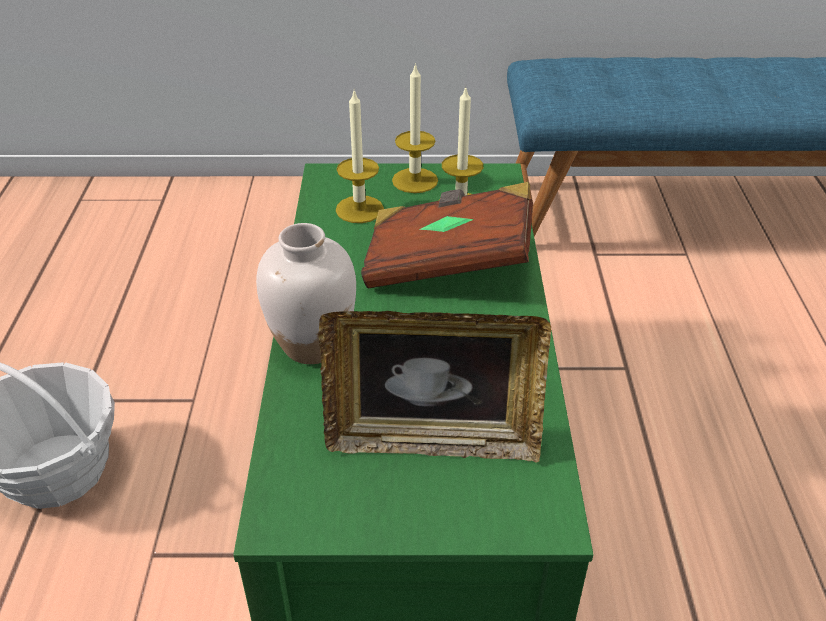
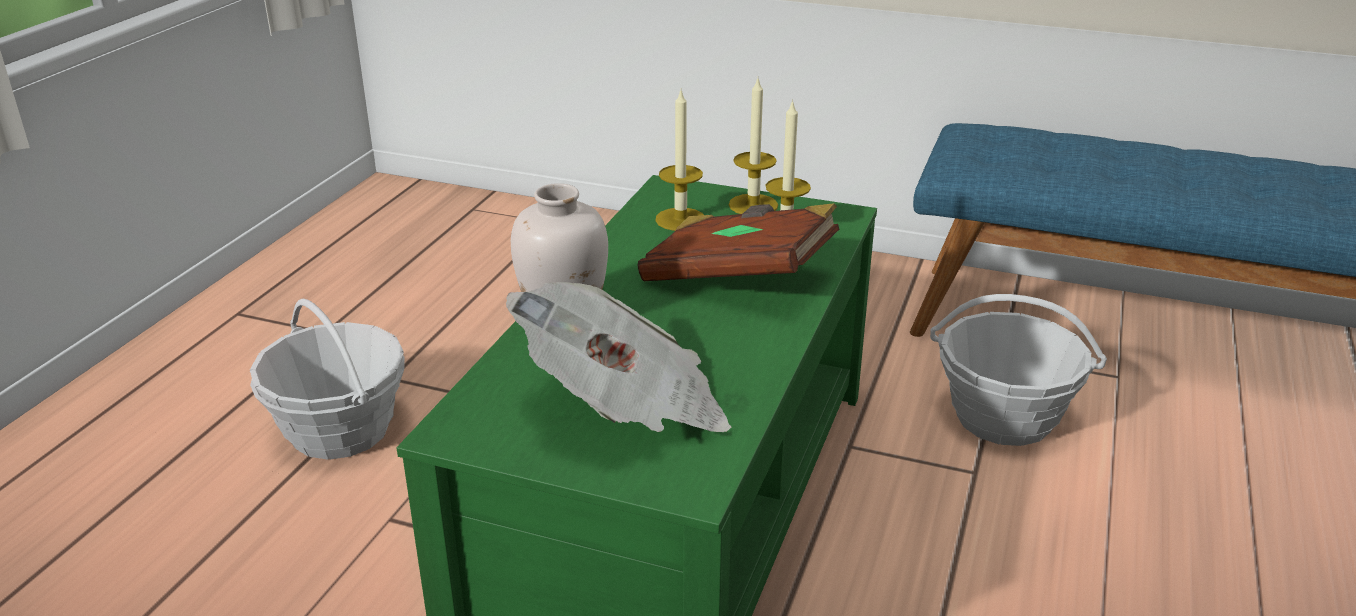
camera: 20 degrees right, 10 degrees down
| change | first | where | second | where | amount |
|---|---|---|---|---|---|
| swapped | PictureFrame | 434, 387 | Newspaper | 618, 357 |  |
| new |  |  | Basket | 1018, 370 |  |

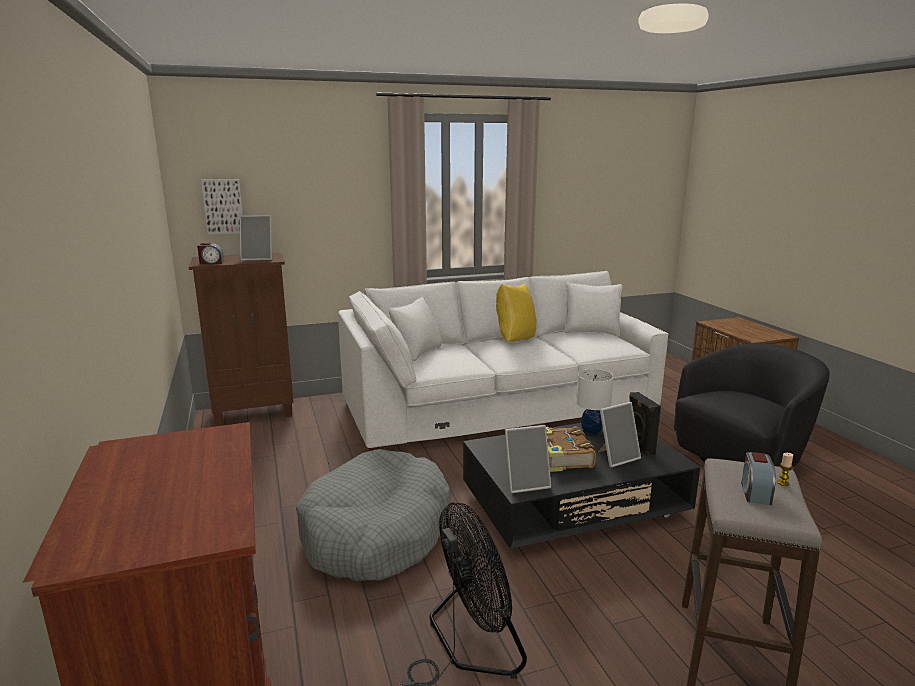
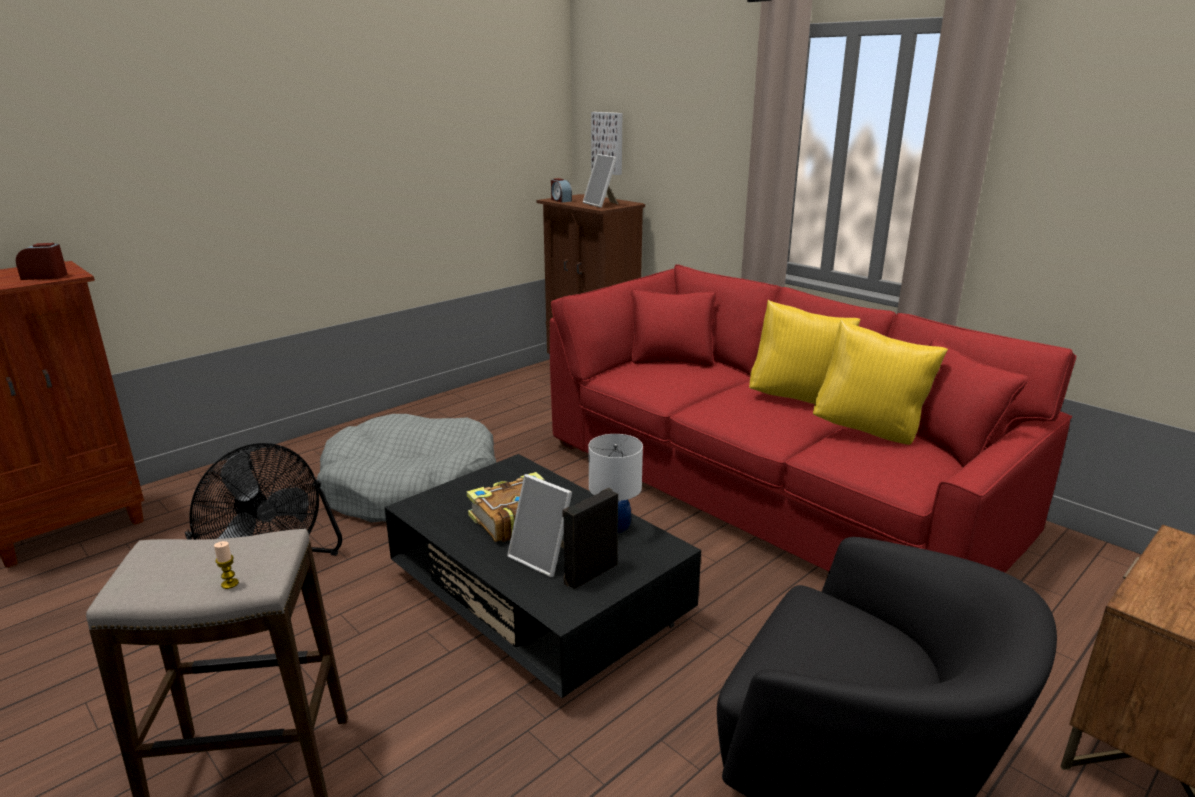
camera: 65 degrees right, 5 degrees up
| change | first | where | second | where | amount |
|---|---|---|---|---|---|
| repainted | WhiteSofa | 503, 361 | RedSofa | 813, 418 |  |
| gone | PictureFrame | 528, 459 |  |  |  |
| shifted | AlarmClock | 758, 478 |  | 41, 261 |  |
| new |  |  | YellowPillow | 880, 382 |  |

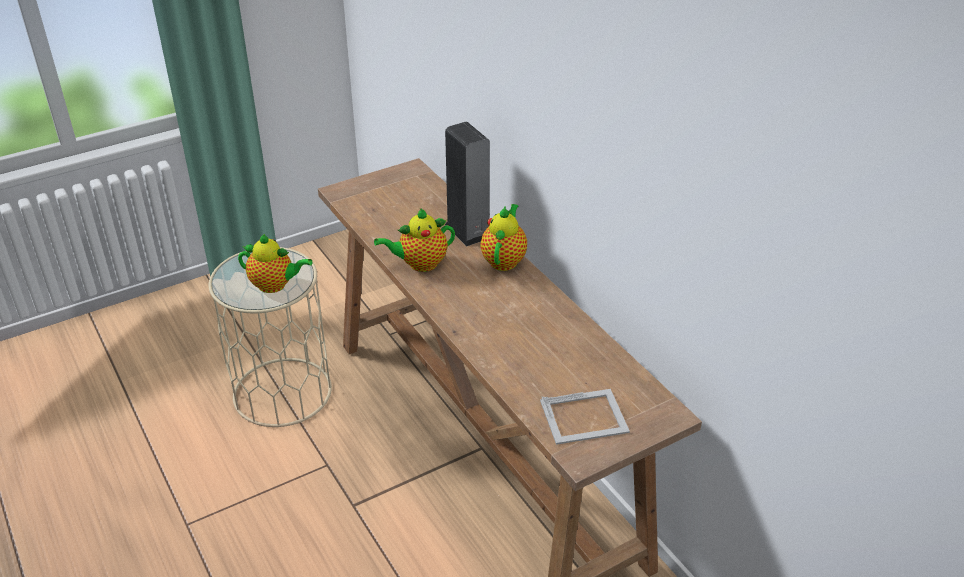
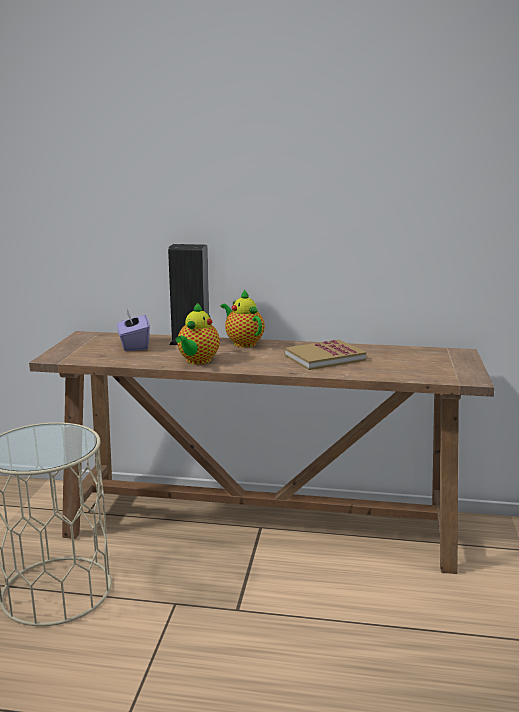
camera: 50 degrees left, 20 degrees down
| change | first | where | second | where | amount |
|---|---|---|---|---|---|
| gone | Teapot | 275, 263 |  |  |  |
| gone | PictureFrame | 585, 417 |  |  |  |
| new |  |  | PurpleTissueBox | 133, 330 |  |
| new |  |  | Book | 325, 355 |  |

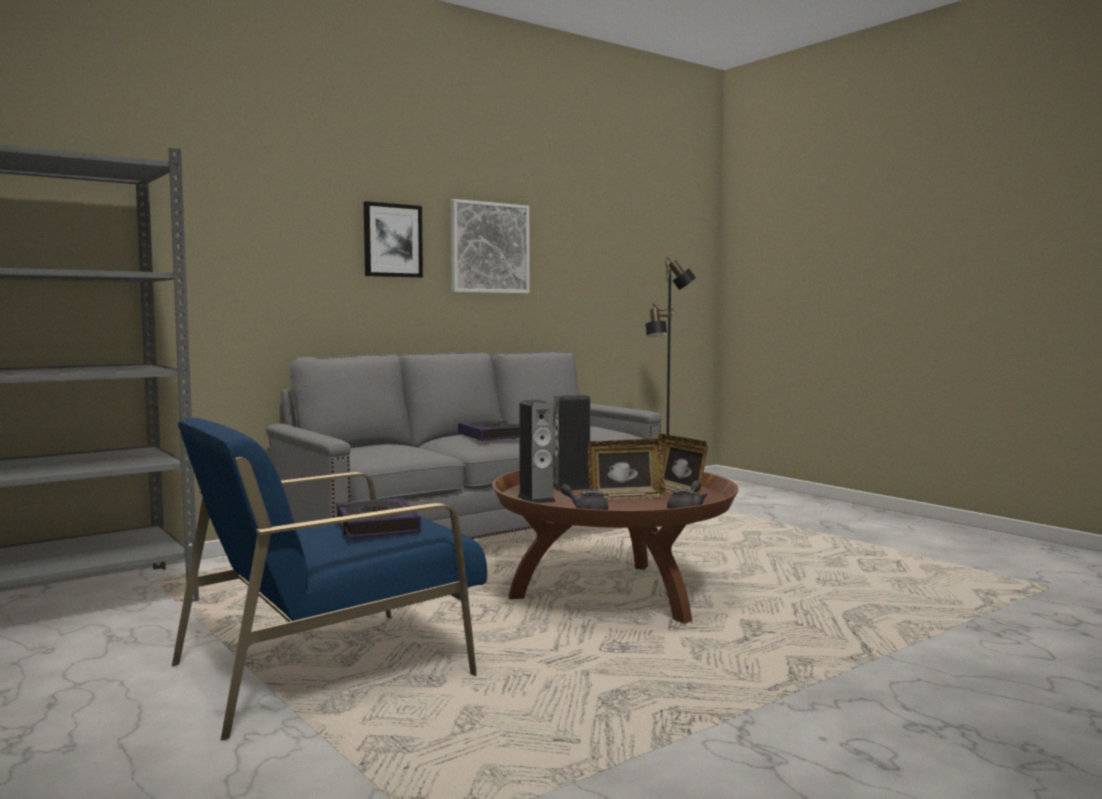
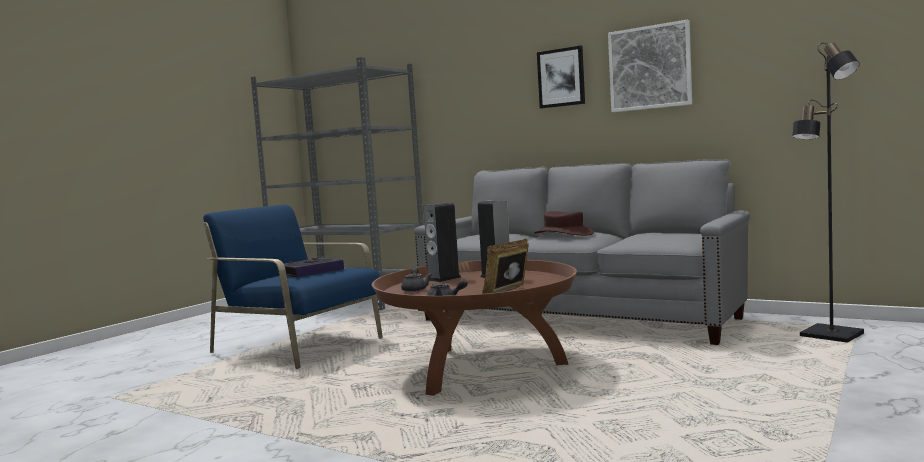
camera: 70 degrees right, 0 degrees up
| change | first | where | second | where | amount |
|---|---|---|---|---|---|
| swapped | Book | 488, 430 | BrownHat | 564, 223 |  |
| gone | PictureFrame | 627, 469 |  |  |  |

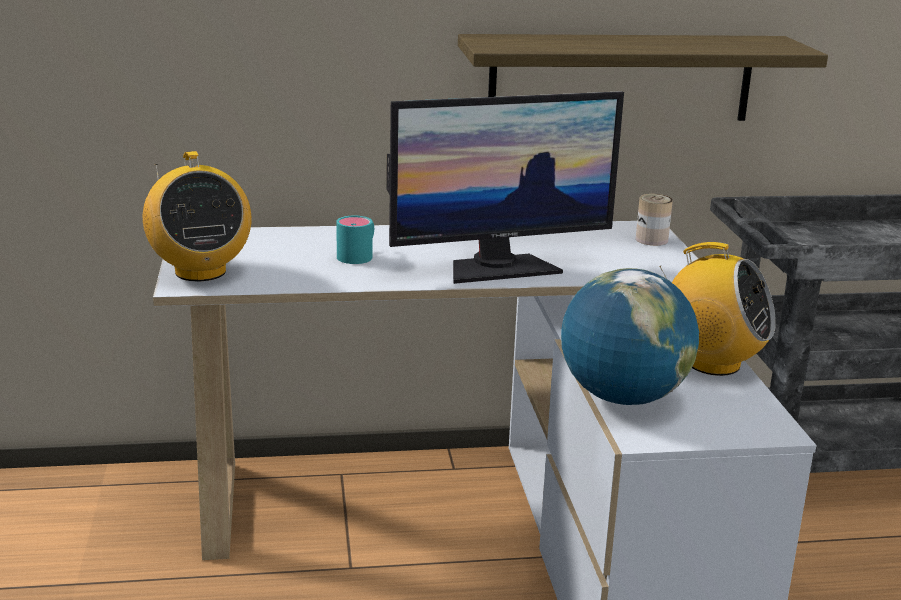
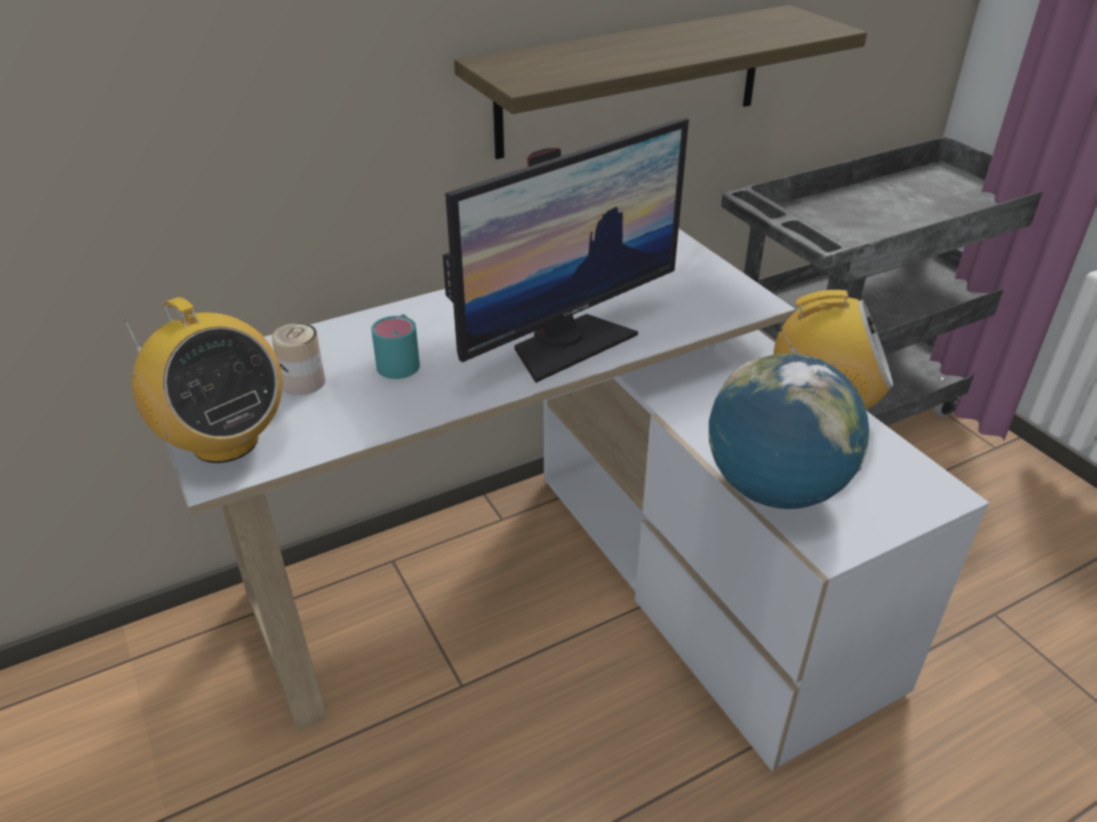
camera: 20 degrees left, 15 degrees up
| change | first | where | second | where | amount |
|---|---|---|---|---|---|
| shifted | Can | 654, 220 |  | 298, 359 |  |

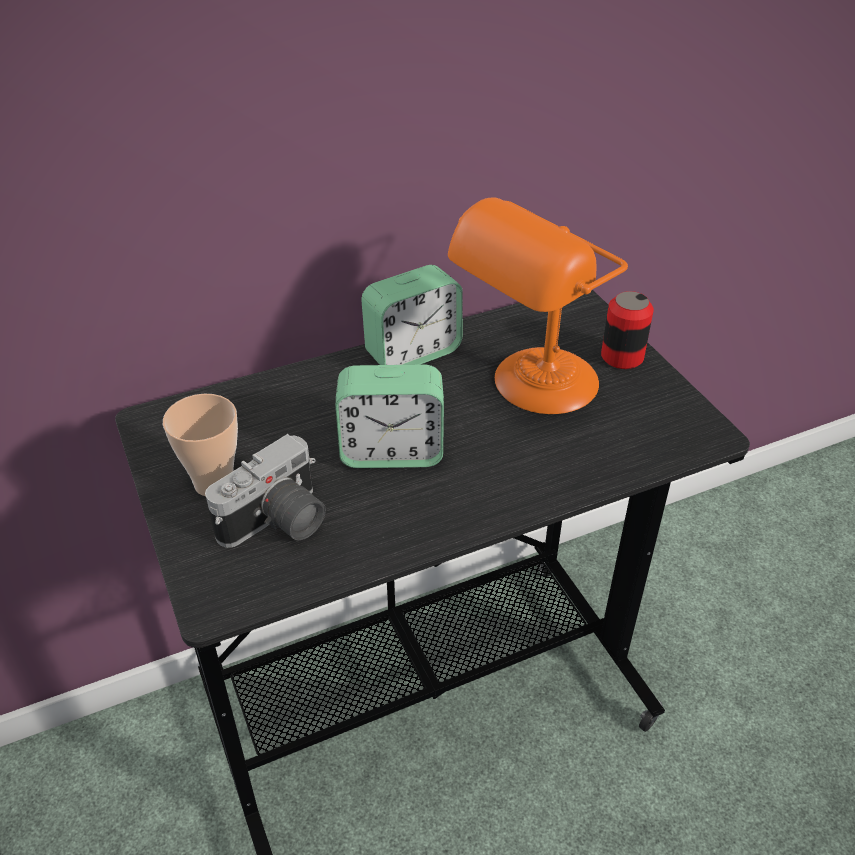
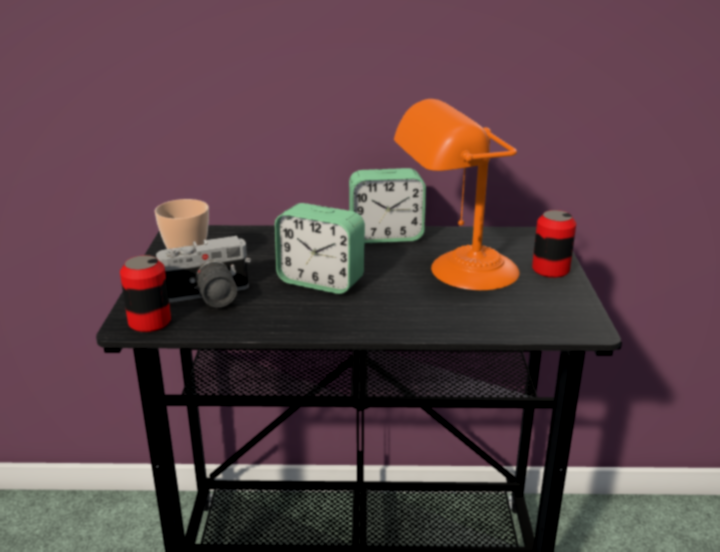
camera: 25 degrees right, 15 degrees down
| change | first | where | second | where | amount |
|---|---|---|---|---|---|
| new |  |  | Can | 145, 293 |  |

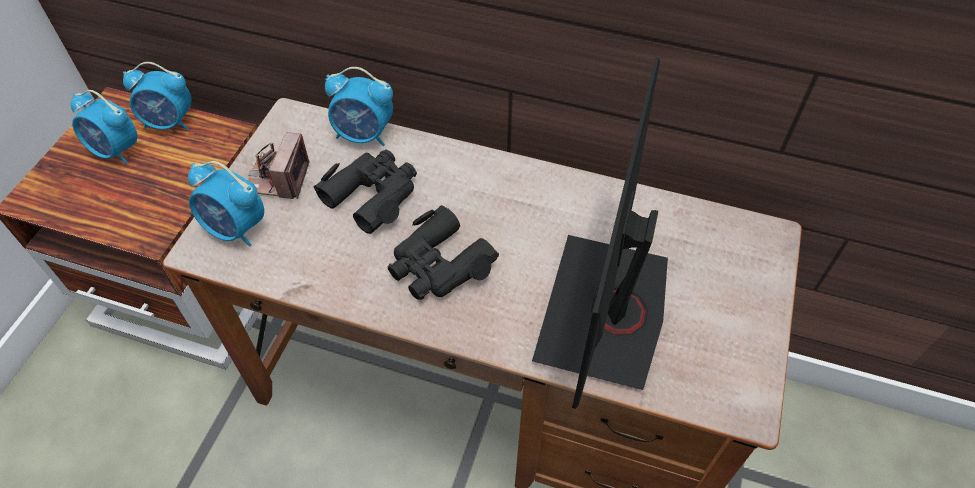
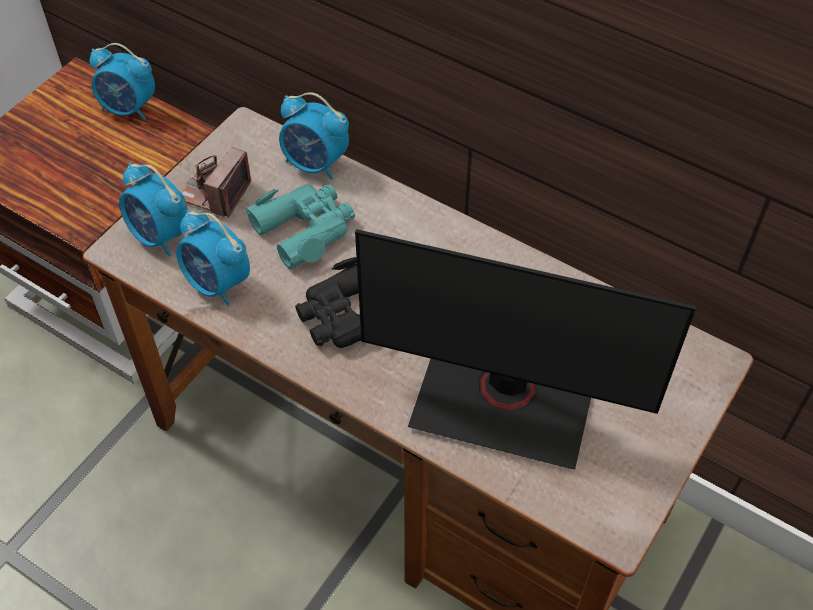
camera: 15 degrees right, 0 degrees up
| change | first | where | second | where | amount |
|---|---|---|---|---|---|
| shifted | AlarmClock | 104, 127 |  | 213, 257 |  |
| repainted | BlackBinoculars | 365, 192 | TurquoiseBinoculars | 300, 226 |  |
| rotated | Monitor | 600, 233 |  | 525, 349 | 105 degrees counterclockwise |

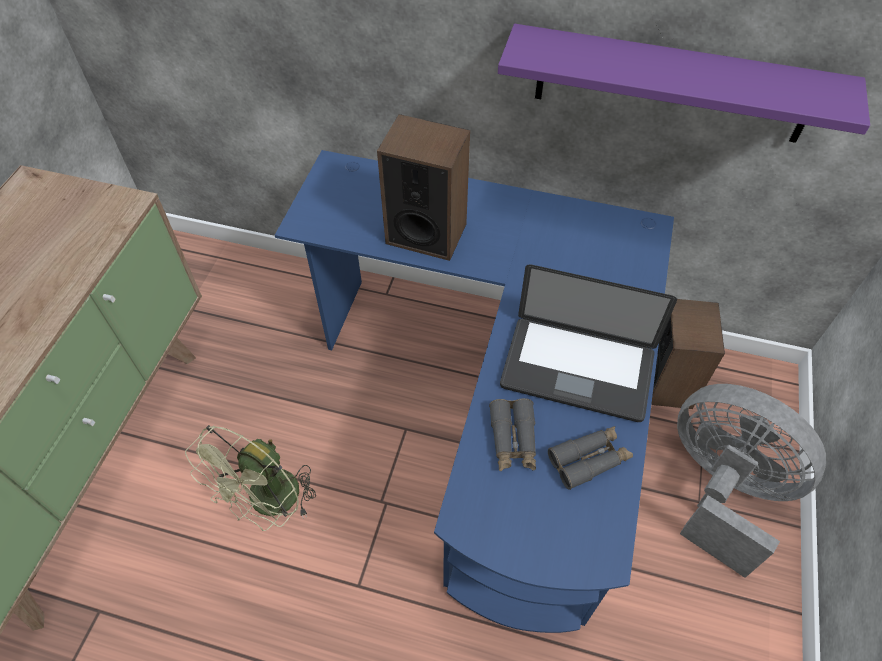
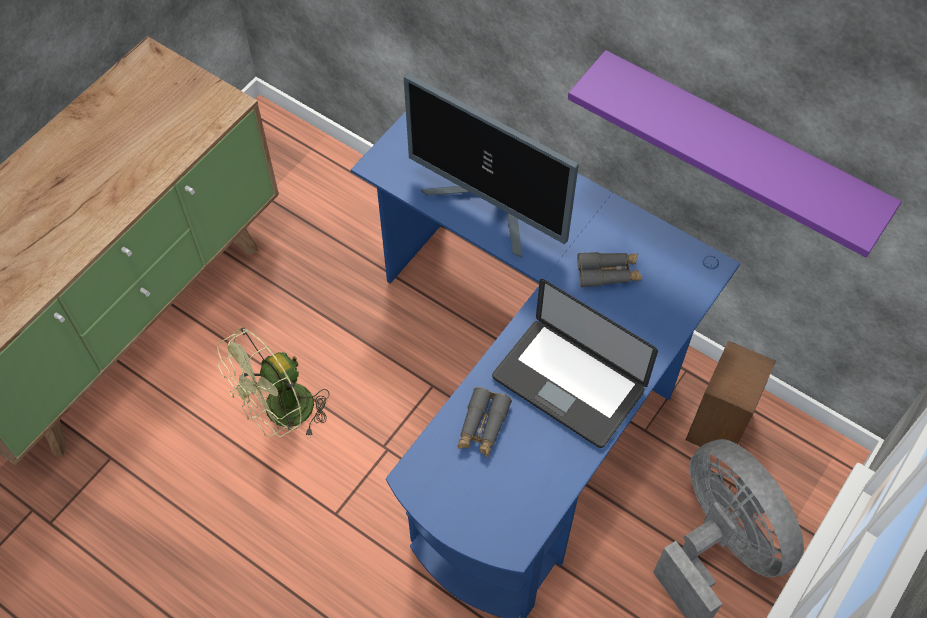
camera: 20 degrees right, 5 degrees up
| change | first | where | second | where | amount |
|---|---|---|---|---|---|
| swapped | Speaker | 423, 187 | Monitor | 491, 165 |  |
| shifted | GreyBinoculars | 590, 458 |  | 609, 269 |  |

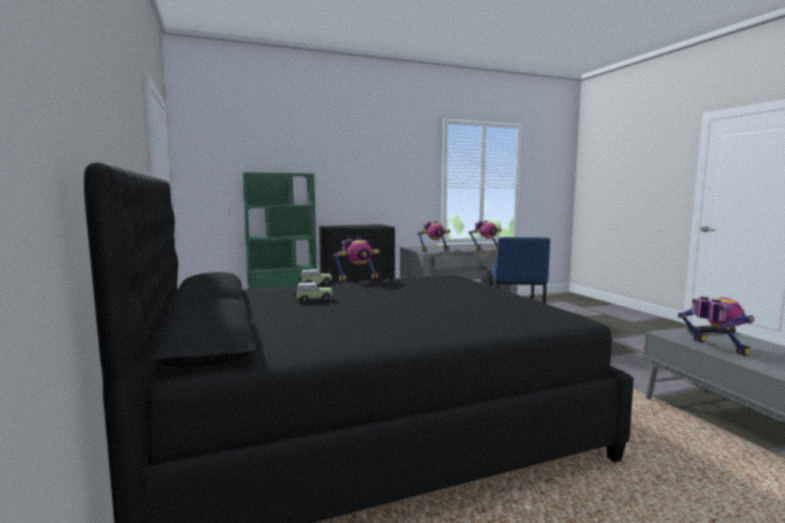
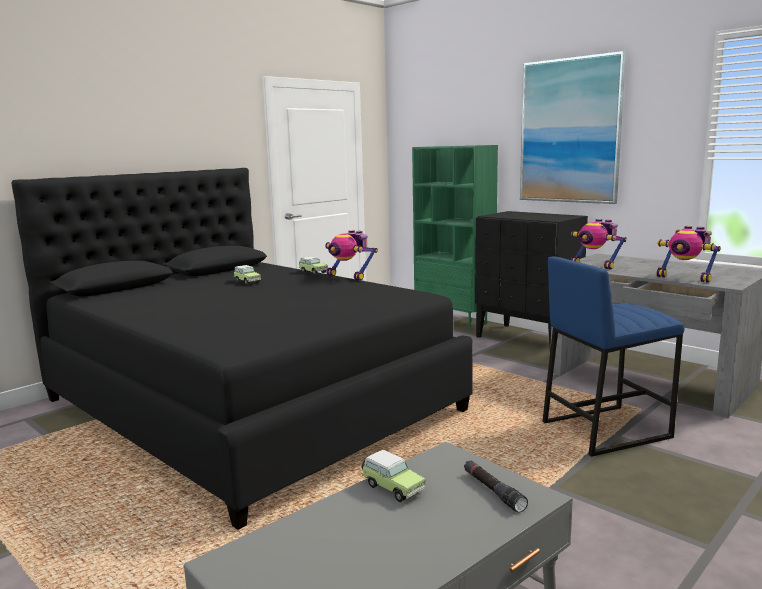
camera: 65 degrees right, 5 degrees up
| change | first | where | second | where | amount |
|---|---|---|---|---|---|
| swapped | ToyRobot | 716, 326 | ToyCar | 394, 476 |  |
| new |  |  | Picture | 573, 127 |  |

